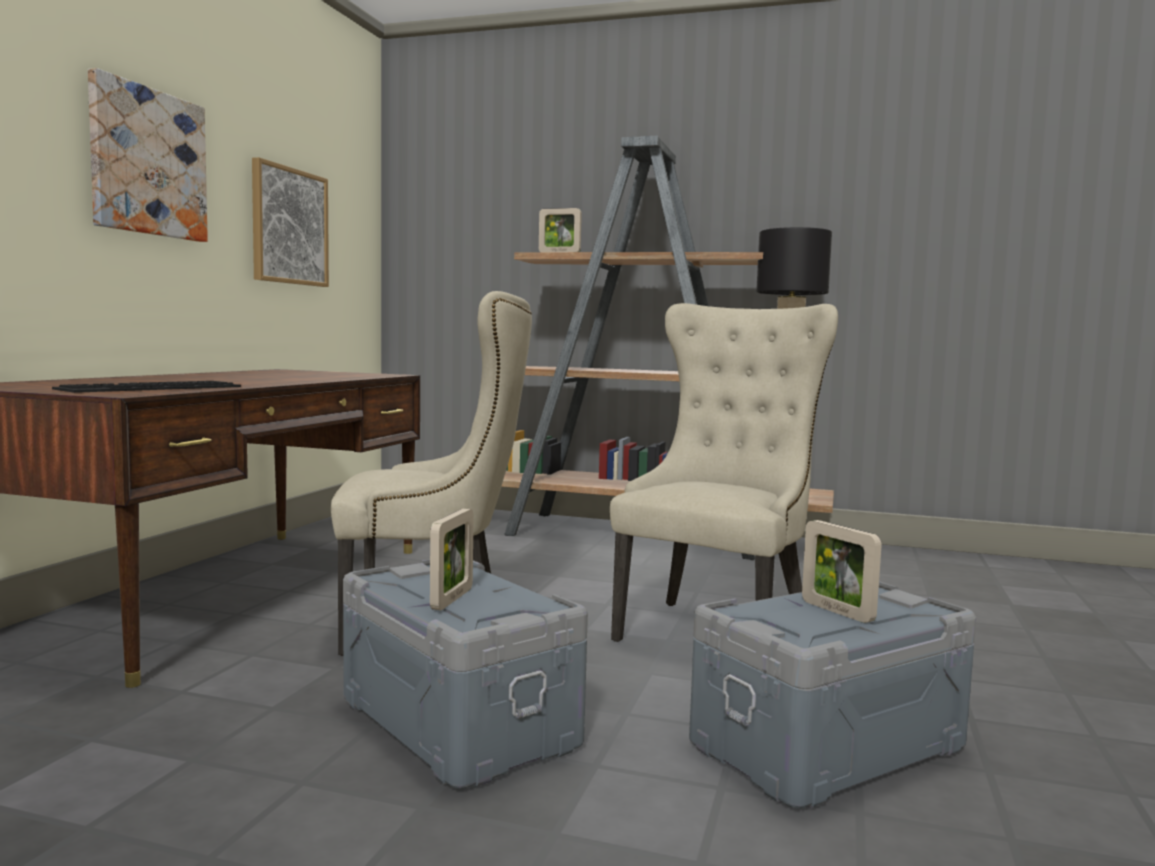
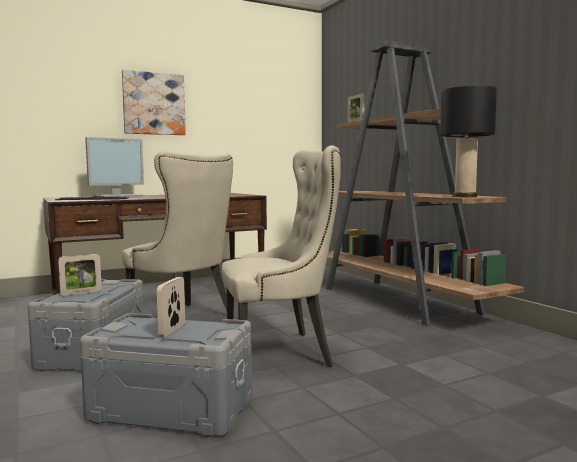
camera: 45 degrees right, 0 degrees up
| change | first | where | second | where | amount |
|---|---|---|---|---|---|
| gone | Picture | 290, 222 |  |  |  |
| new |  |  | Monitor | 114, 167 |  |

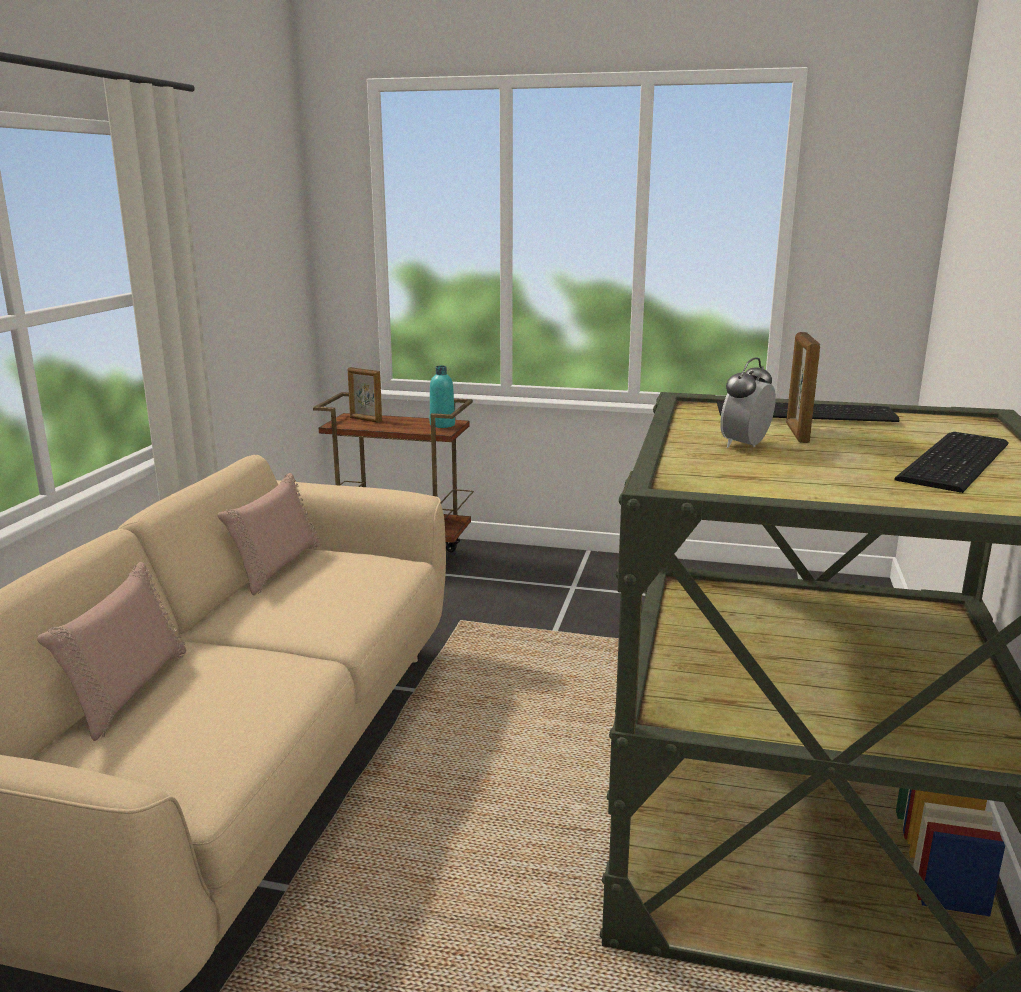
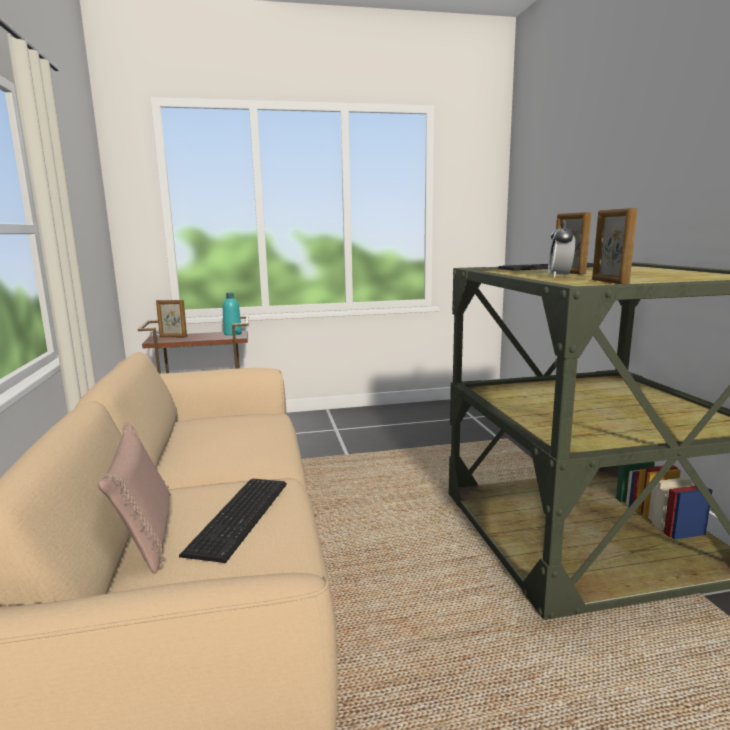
camera: 25 degrees left, 5 degrees down
| change | first | where | second | where | amount |
|---|---|---|---|---|---|
| gone | BeigePillow | 269, 534 |  |  |  |
| shifted | Keyboard | 951, 462 |  | 233, 521 |  |
| new |  |  | PictureFrame | 614, 246 |  |

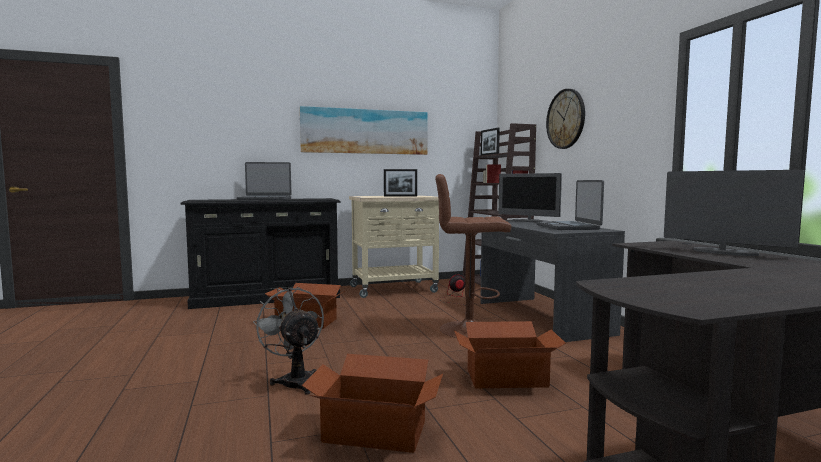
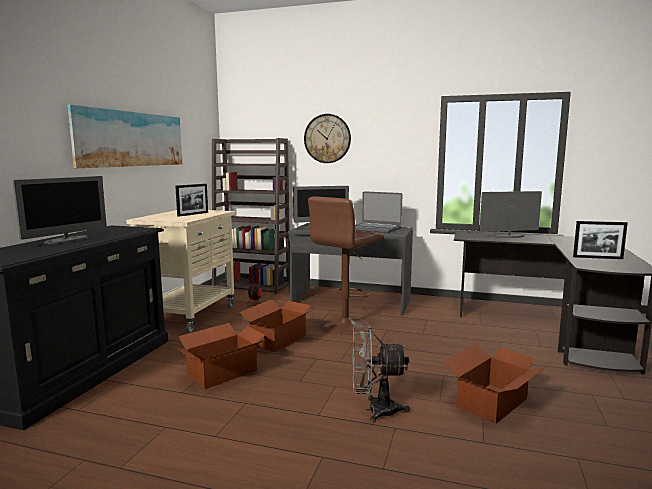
camera: 55 degrees left, 5 degrees up
| change | first | where | second | where | amount |
|---|---|---|---|---|---|
| swapped | Laptop | 264, 181 | Monitor | 60, 210 |  |
| shifted | CardboardBox | 510, 354 |  | 278, 325 |  |
| shifted | PictureFrame | 490, 141 |  | 600, 240 |  |

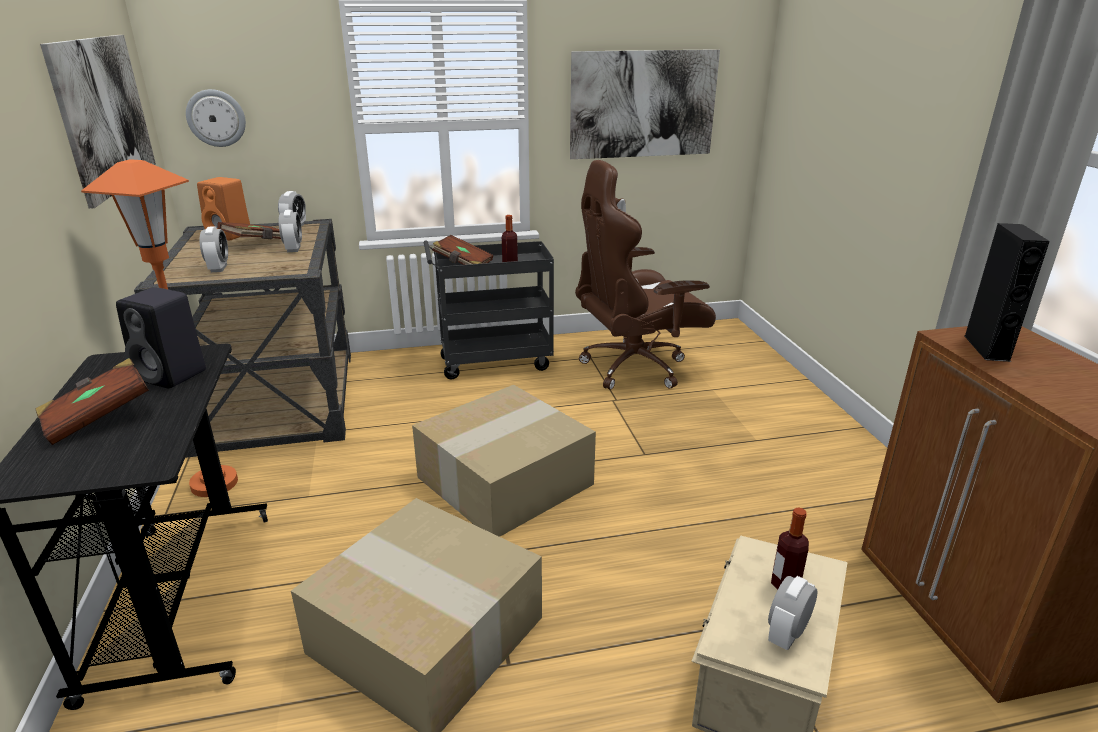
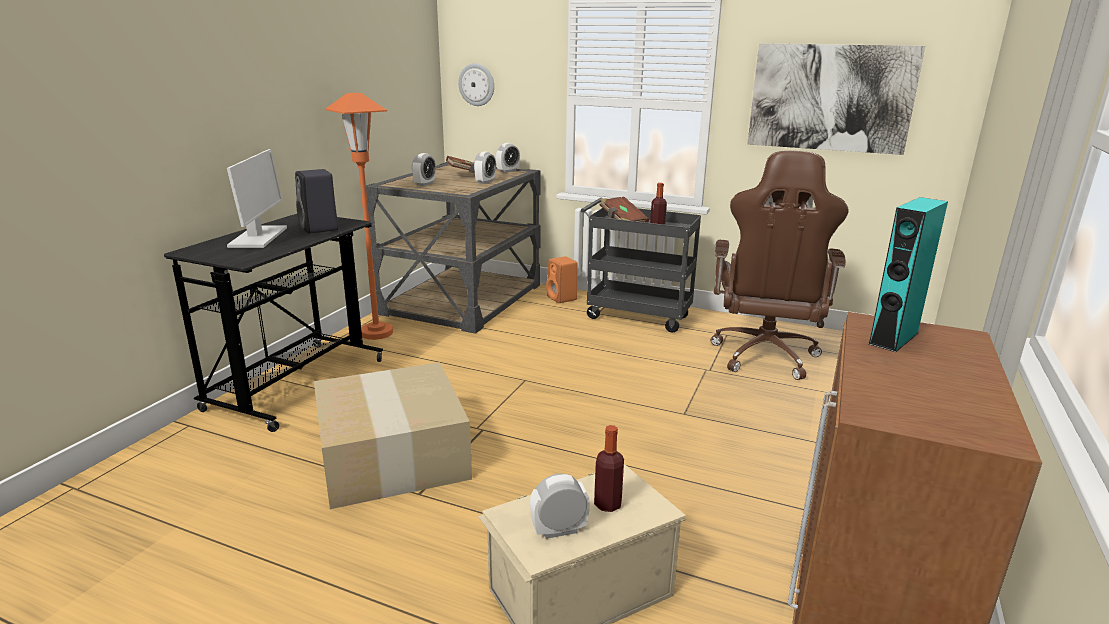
camera: 35 degrees right, 5 degrees down
| change | first | where | second | where | amount |
|---|---|---|---|---|---|
| swapped | BrownBook | 92, 401 | Monitor | 257, 198 |  |
| gone | Picture | 98, 122 |  |  |  |
| shifted | OrangeSpeaker | 223, 208 |  | 561, 279 |  |
| gone | CardboardBox | 504, 461 |  |  |  |
| rotated | BrownOfficeChair | 645, 275 |  | 780, 265 | 90 degrees counterclockwise |
| repainted | BlackSpeaker | 1007, 292 | TurquoiseSpeaker | 908, 274 |  |

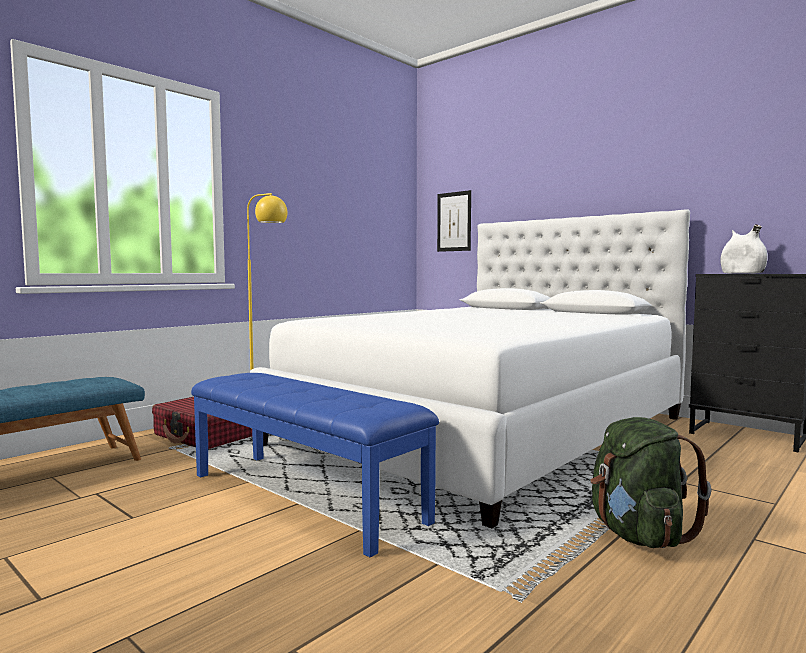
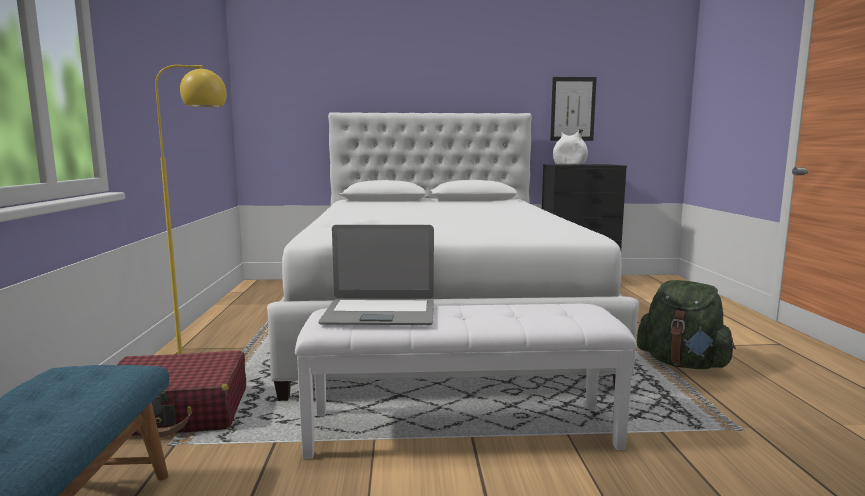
camera: 45 degrees left, 5 degrees up
| change | first | where | second | where | amount |
|---|---|---|---|---|---|
| repainted | BlueBench | 315, 465 | WhiteBench | 466, 381 |  |
| shifted | Picture | 454, 221 |  | 573, 109 |  |
| new |  |  | Laptop | 376, 275 |  |

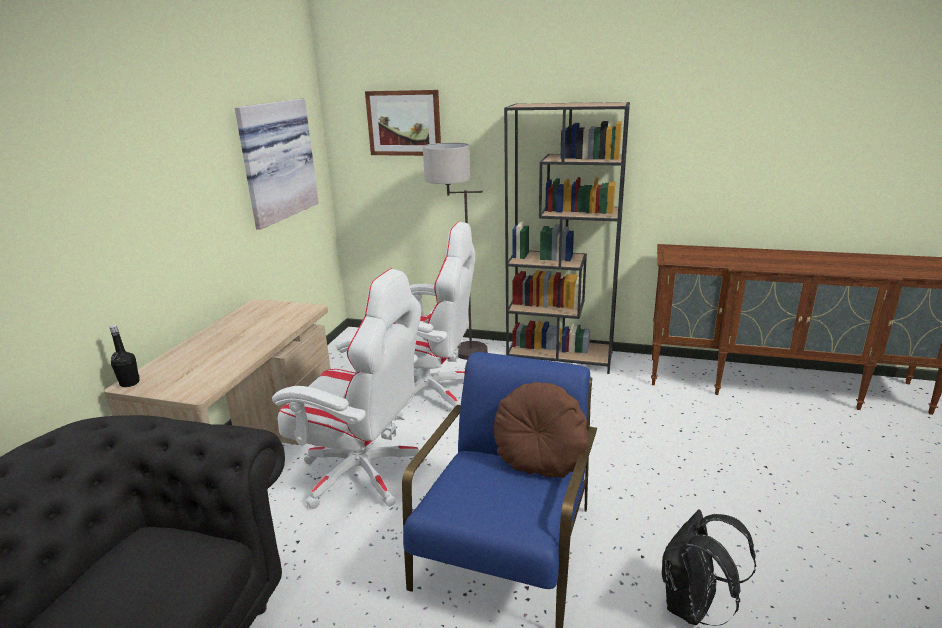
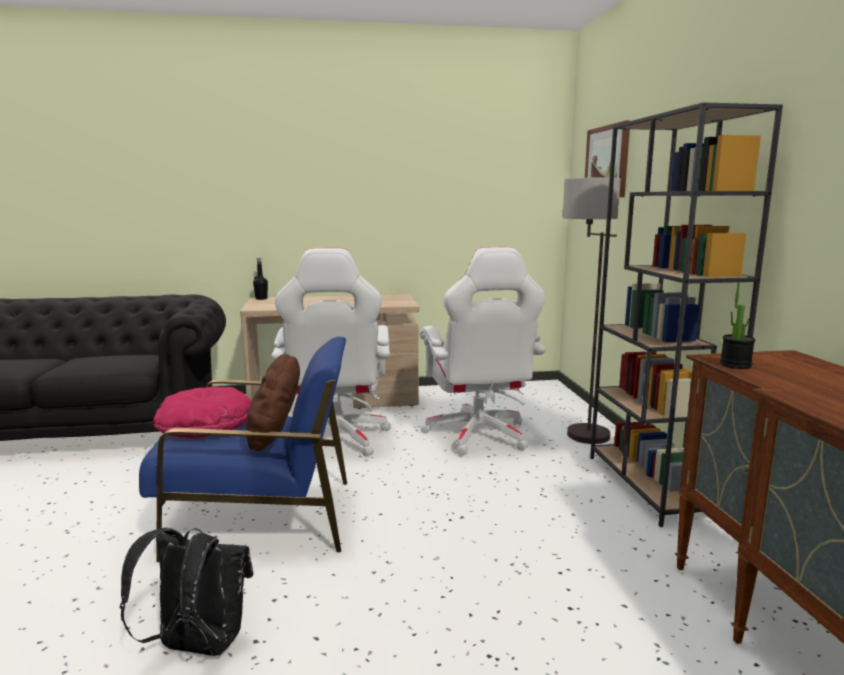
camera: 65 degrees right, 10 degrees down
| change | first | where | second | where | amount |
|---|---|---|---|---|---|
| gone | Picture | 277, 164 |  |  |  |
| new |  |  | PinkPillow | 202, 412 |  |
| new |  |  | PottedPlant | 737, 325 |  |

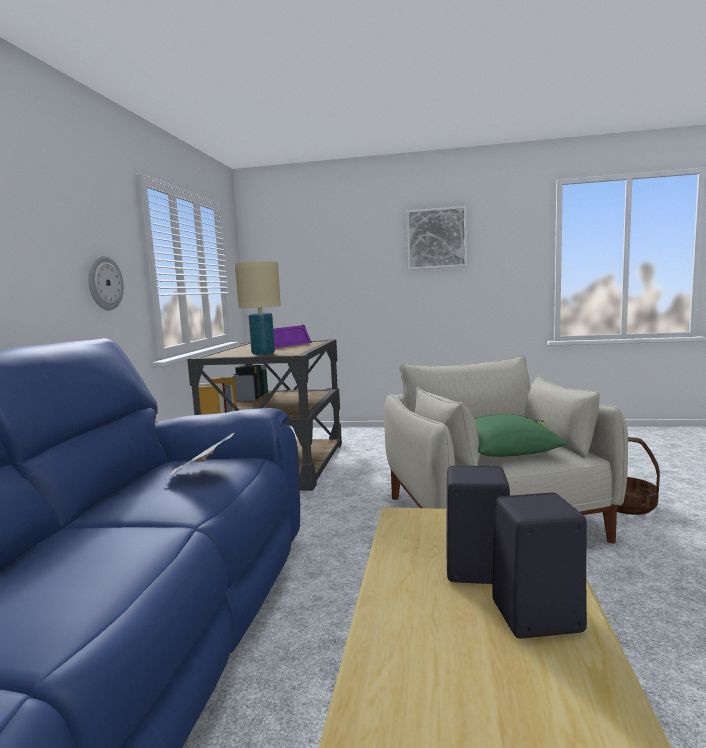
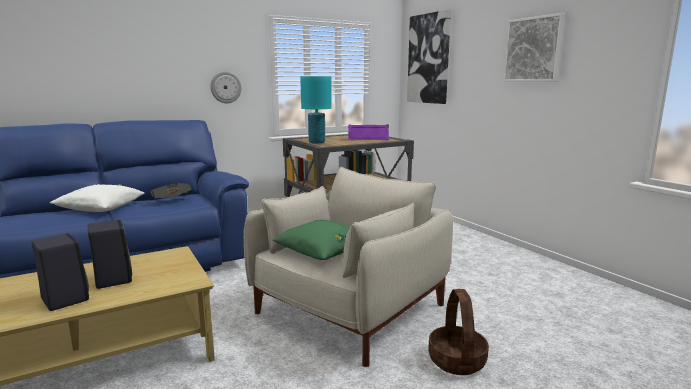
camera: 50 degrees right, 5 degrees up
| change | first | where | second | where | amount |
|---|---|---|---|---|---|
| repainted | BeigeTableLamp | 258, 308 | TurquoiseTableLamp | 316, 109 |  |
| new |  |  | WhitePillow | 97, 198 |  |
| new |  |  | Picture | 429, 56 |  |

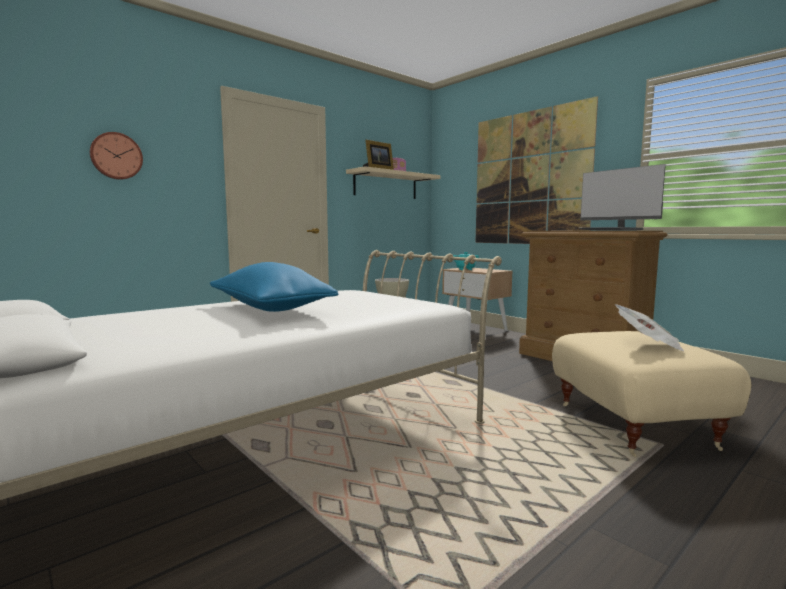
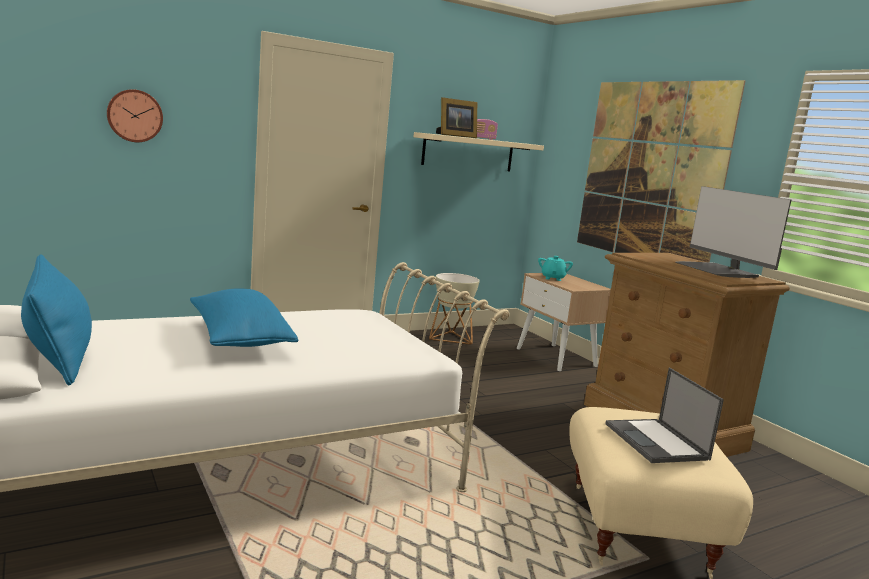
camera: 10 degrees right, 5 degrees up
| change | first | where | second | where | amount |
|---|---|---|---|---|---|
| swapped | Newspaper | 649, 328 | Laptop | 664, 415 |  |
| new |  |  | BluePillow | 56, 319 |  |

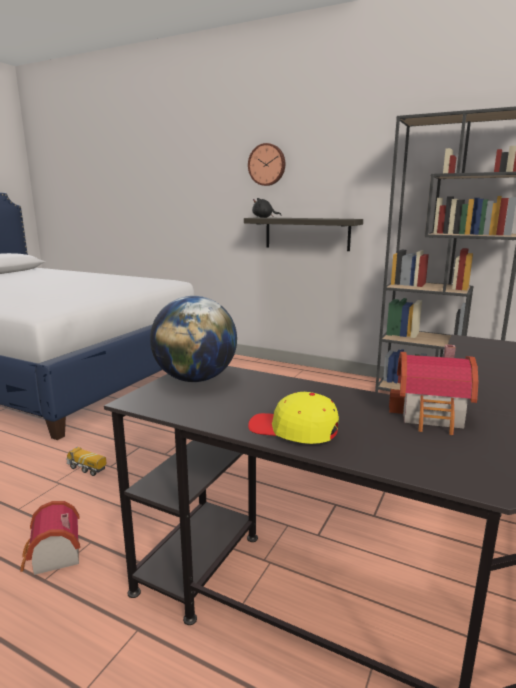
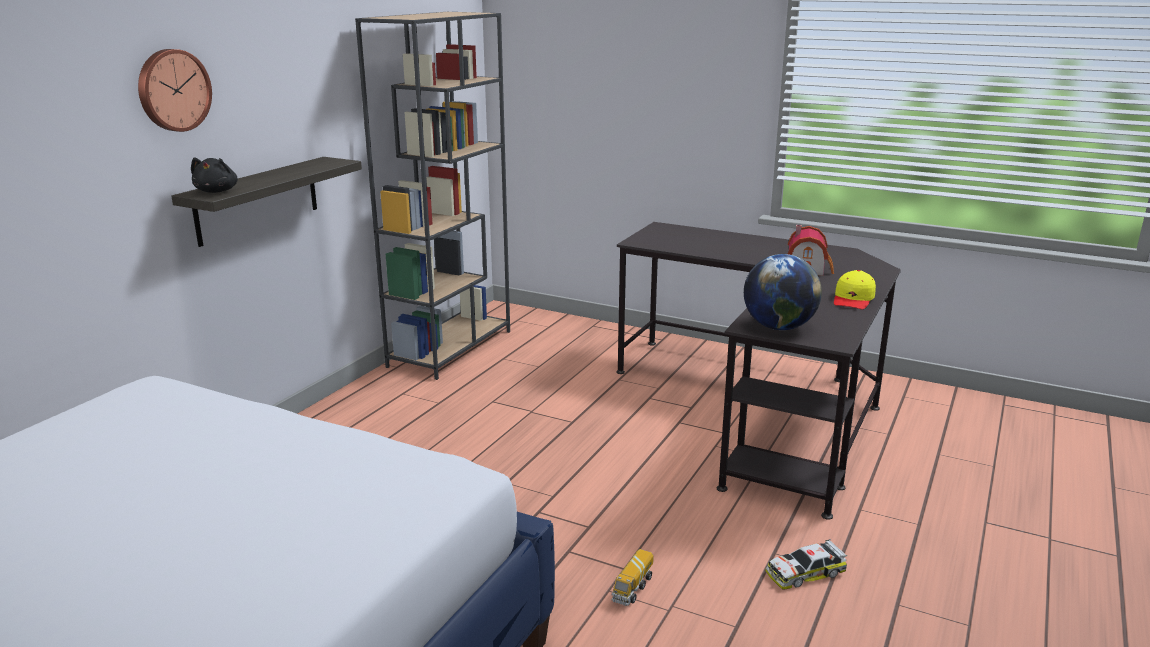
camera: 90 degrees left, 5 degrees up
| change | first | where | second | where | amount |
|---|---|---|---|---|---|
| swapped | ToyHouse | 50, 538 | ToyCar | 806, 564 |  |

